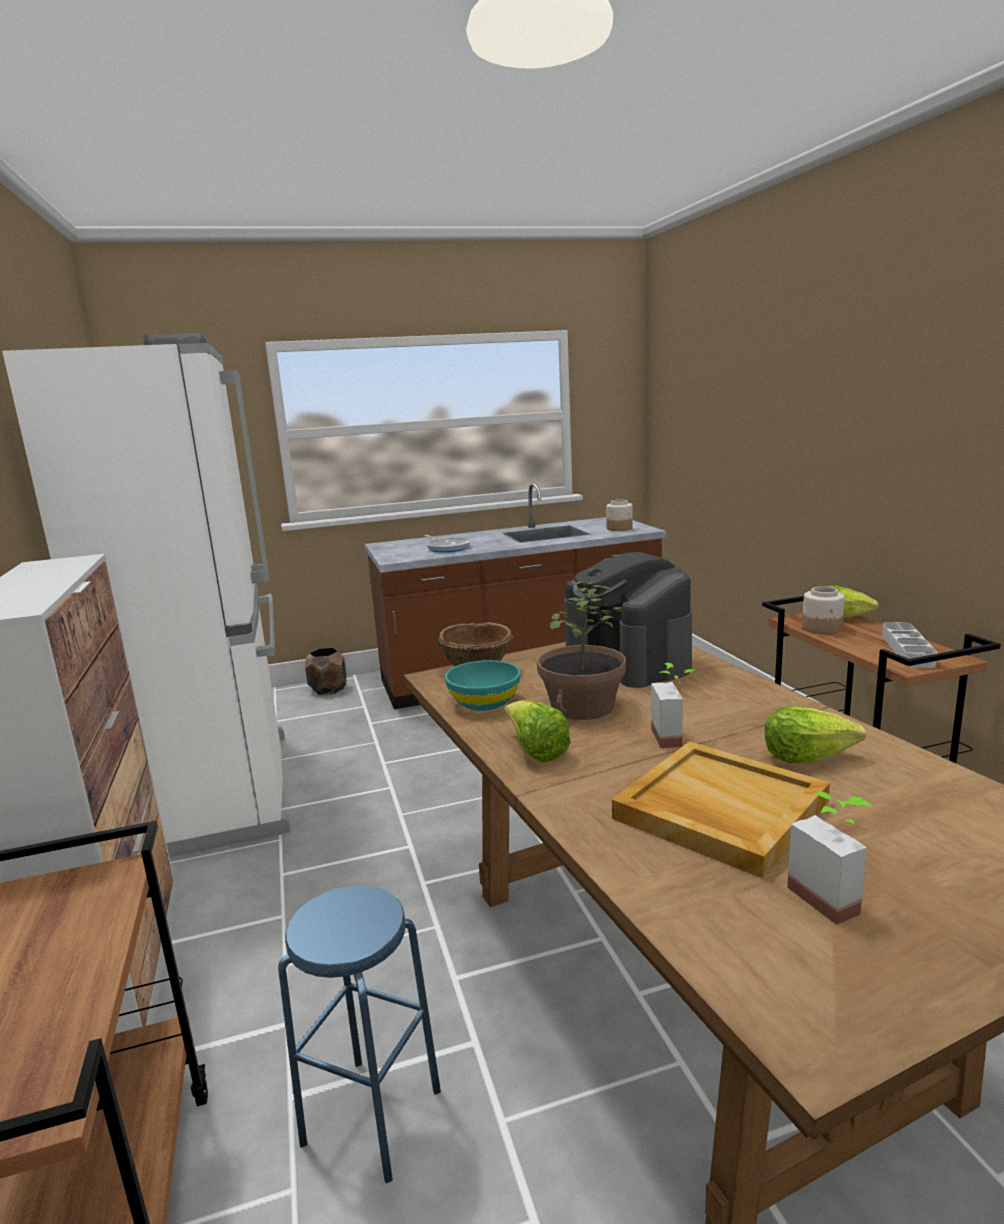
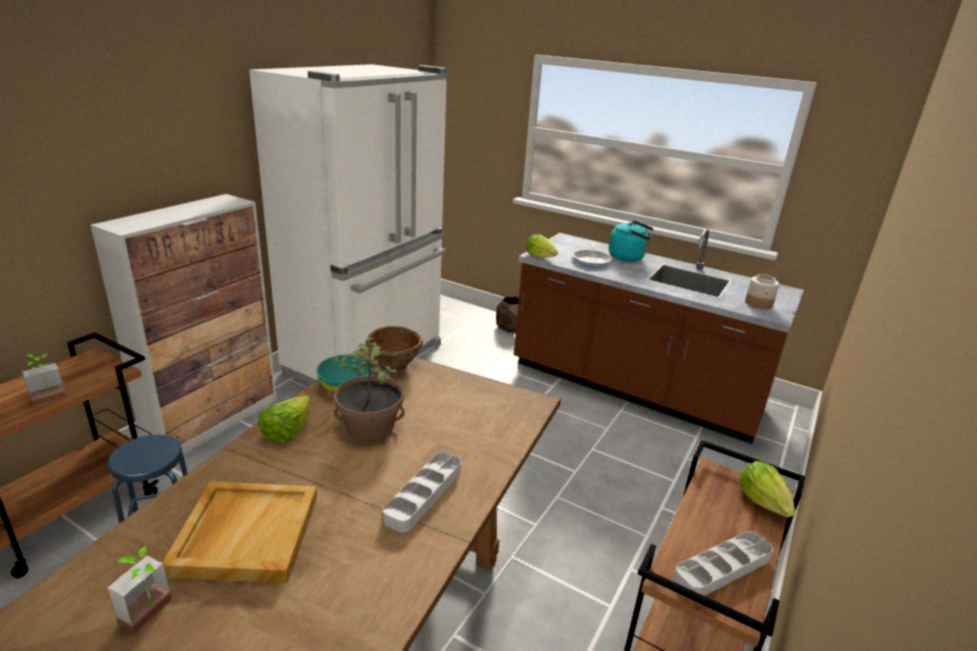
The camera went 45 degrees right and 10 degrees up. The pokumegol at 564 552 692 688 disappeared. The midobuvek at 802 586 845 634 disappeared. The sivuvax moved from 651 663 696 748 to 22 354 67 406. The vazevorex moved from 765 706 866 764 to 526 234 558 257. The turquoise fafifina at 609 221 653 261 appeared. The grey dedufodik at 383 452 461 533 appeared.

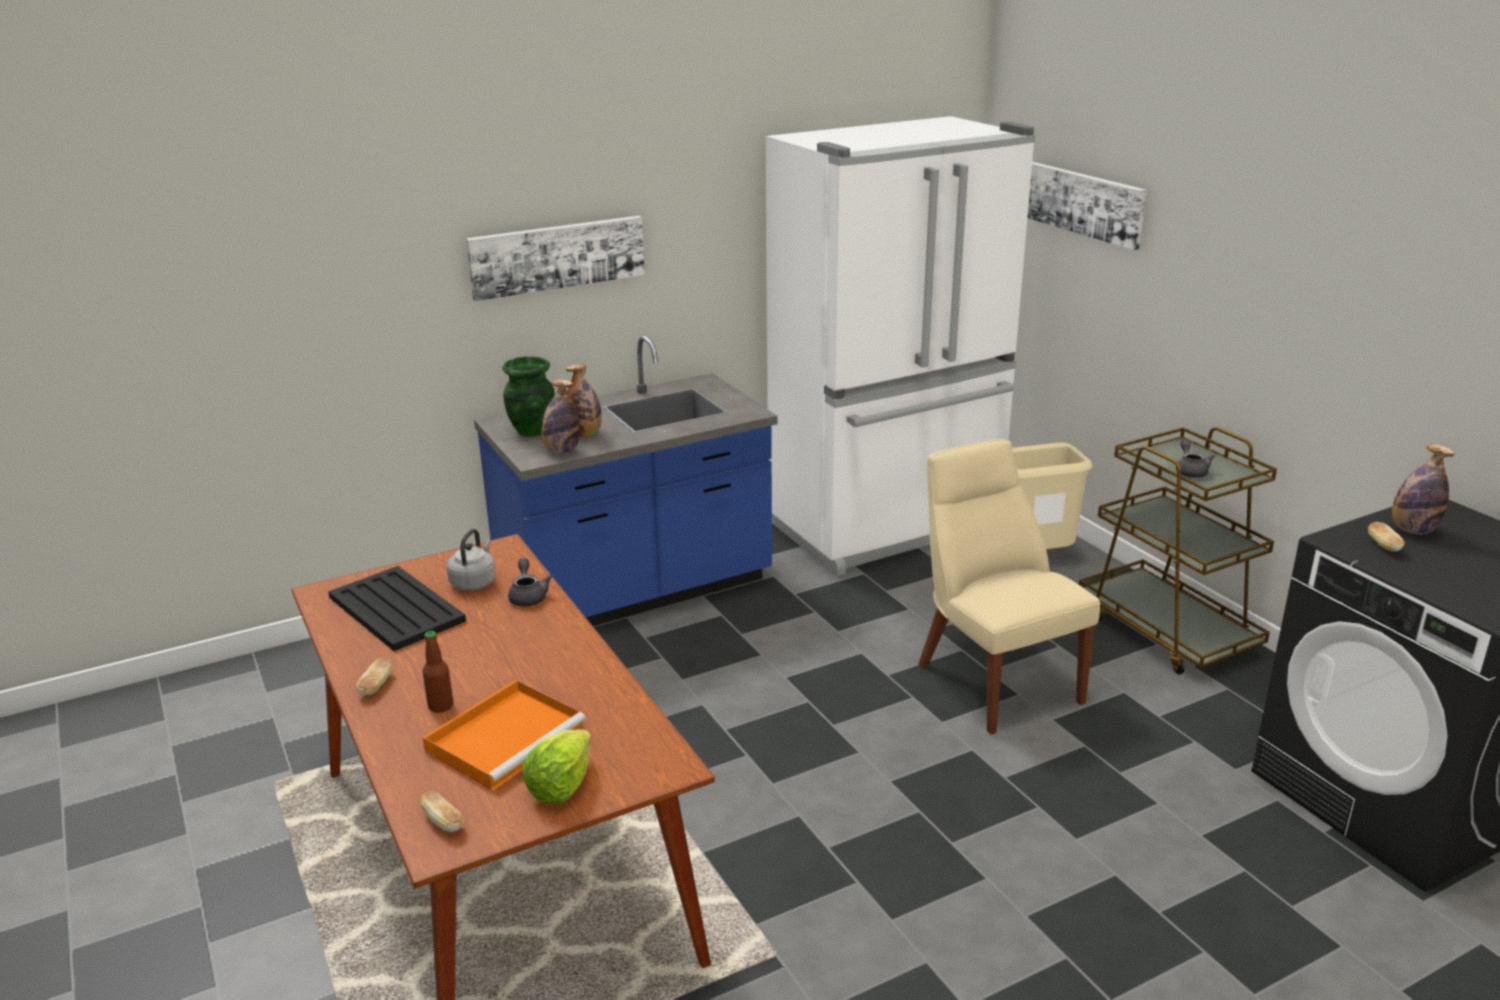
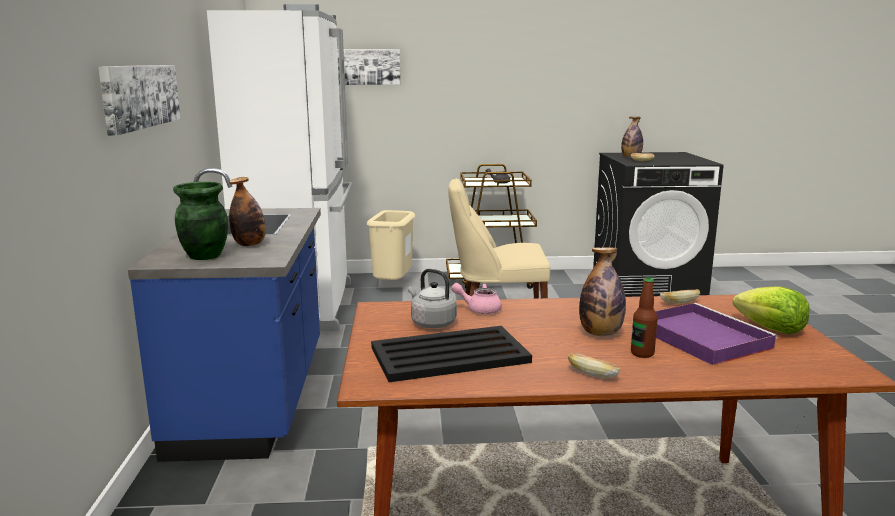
The camera went 65 degrees left and 10 degrees down. The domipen moved from 542 379 580 454 to 579 247 626 336. The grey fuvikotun at 508 558 553 607 became the pink fuvikotun at 451 283 502 314. The orange dedufodik at 423 680 586 790 became the purple dedufodik at 655 303 778 365. The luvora moved from 420 791 464 832 to 660 289 700 304.

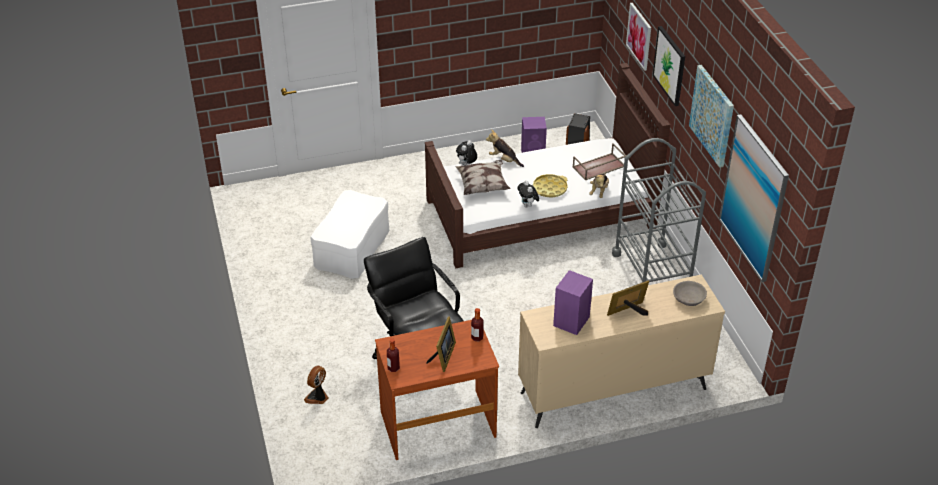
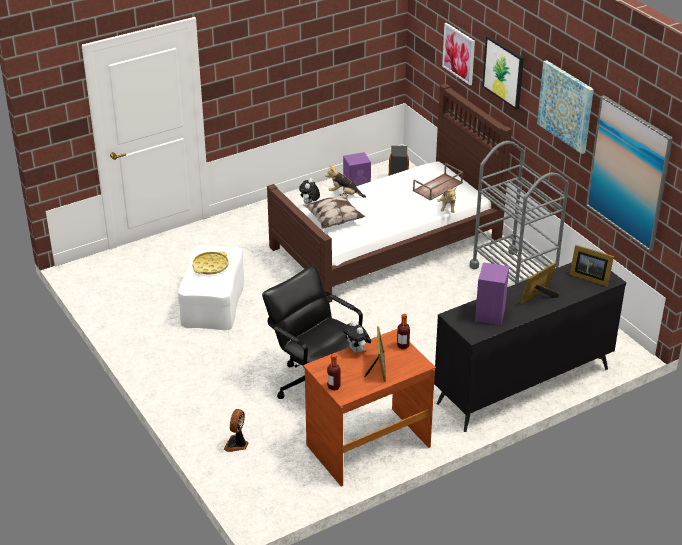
The camera went 15 degrees left and 5 degrees down. The yellow dedufodik moved from 533 174 568 197 to 192 251 229 275. The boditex moved from 517 181 539 207 to 343 321 371 353. The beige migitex at 518 274 725 428 became the black migitex at 434 262 626 432. The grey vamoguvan at 673 281 707 306 was replaced by the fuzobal at 570 245 614 287.

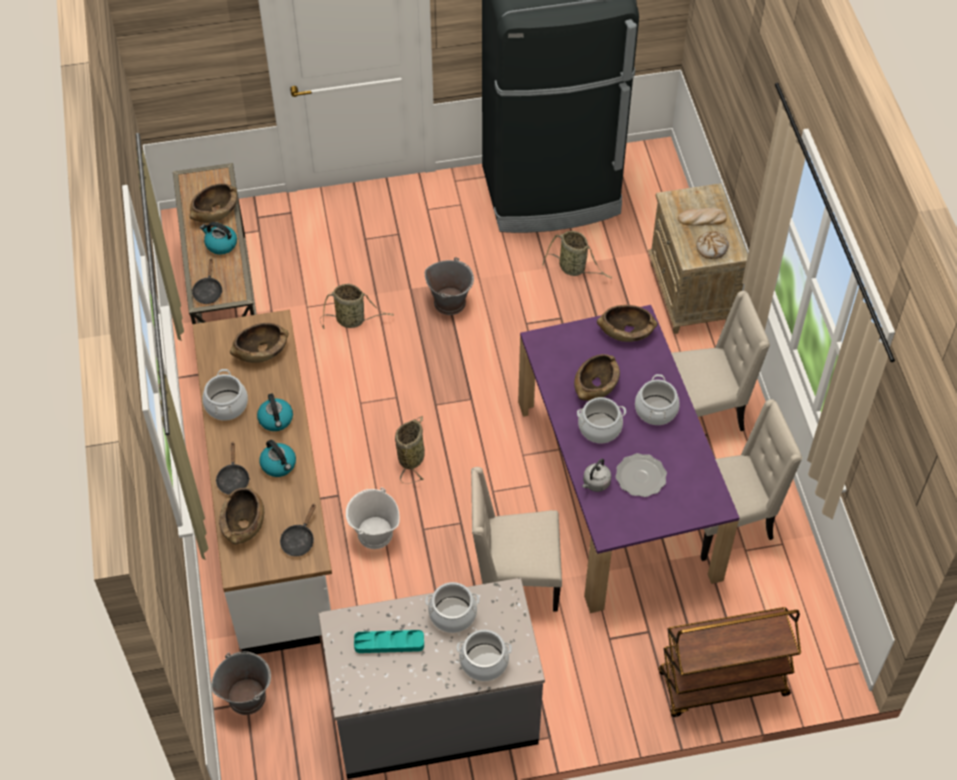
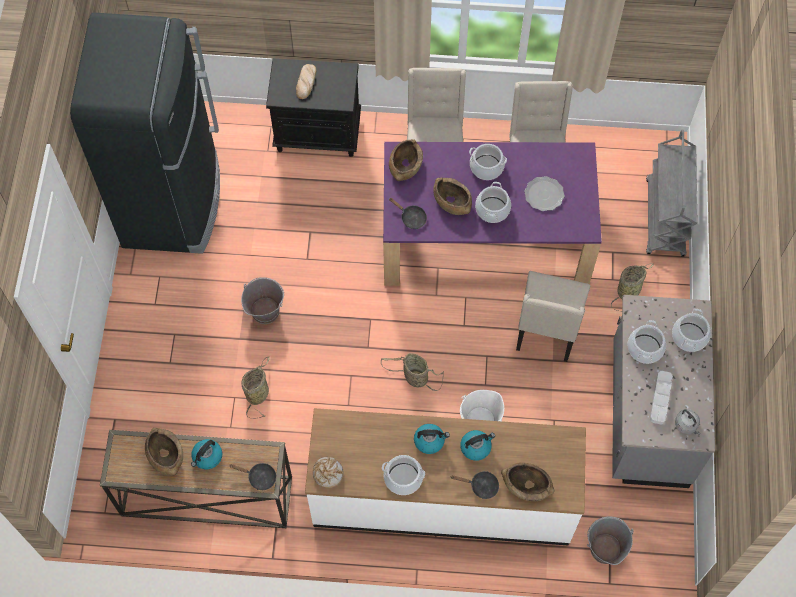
The camera went 75 degrees left and 10 degrees up. The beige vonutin at 648 183 748 334 became the black vonutin at 266 58 361 157. The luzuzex moved from 543 231 612 279 to 611 263 654 311. The luvora moved from 696 231 729 259 to 313 457 344 488. The brown vamoguvan at 230 323 289 363 disappeared. The grey fafifina moved from 582 459 611 492 to 675 409 701 435. The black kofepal moved from 280 504 316 556 to 389 198 427 229. The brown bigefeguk at 658 607 801 717 became the grey bigefeguk at 646 130 698 257. The turquoise dedufodik at 354 630 424 653 became the grey dedufodik at 650 371 673 425.

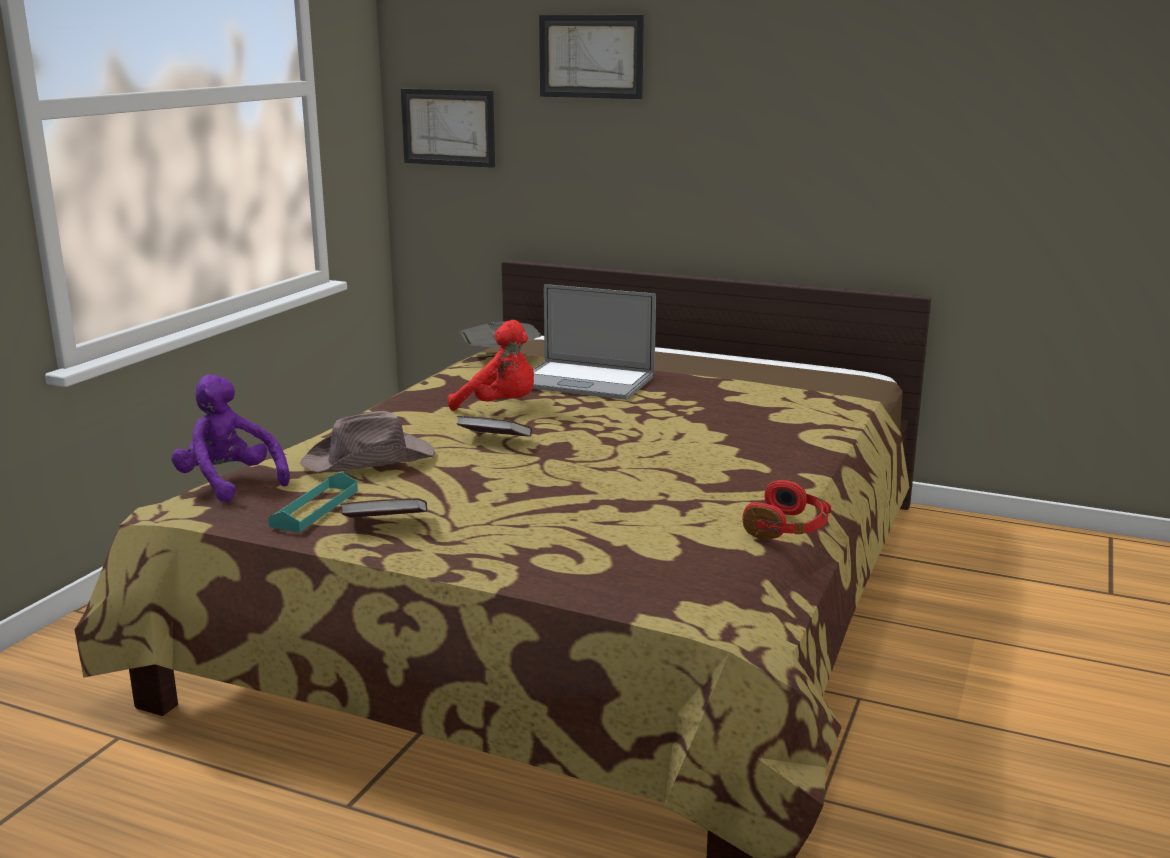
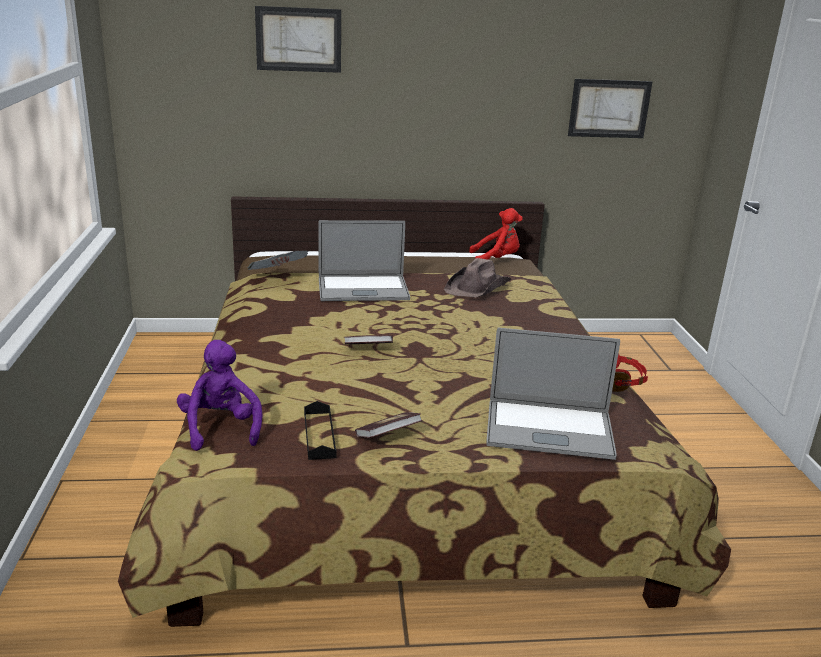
The camera went 30 degrees left and 5 degrees up. The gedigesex moved from 401 89 495 168 to 568 79 652 138. The red boditex moved from 448 320 534 411 to 469 208 523 260. The purple boditex at 171 374 290 503 turned 60 degrees clockwise. The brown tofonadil moved from 300 411 435 473 to 444 258 512 297. The turquoise dedufodik at 268 472 358 532 became the black dedufodik at 304 401 336 460. The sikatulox at 486 328 620 460 appeared.

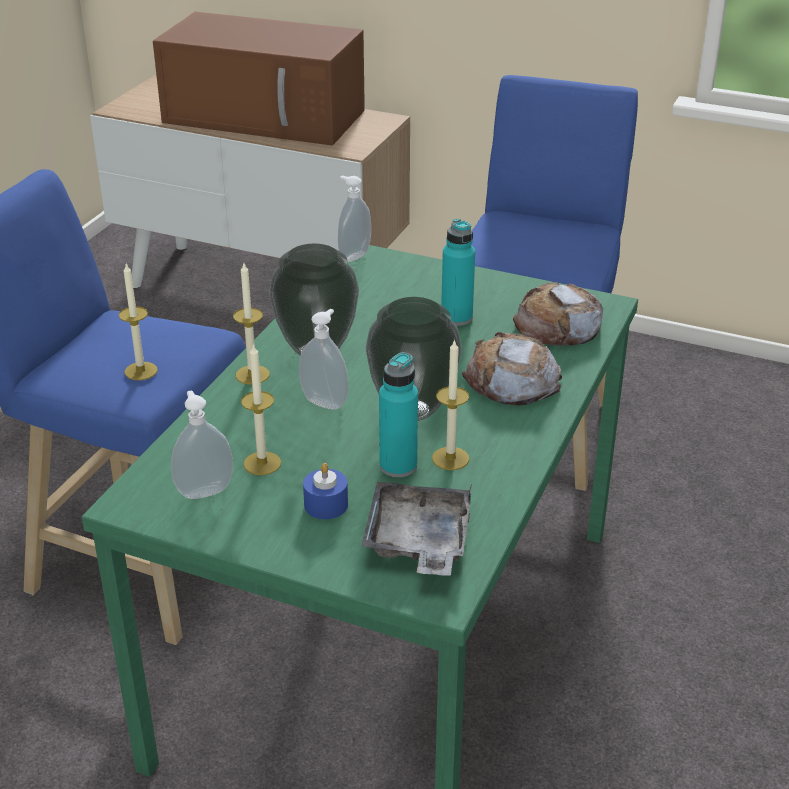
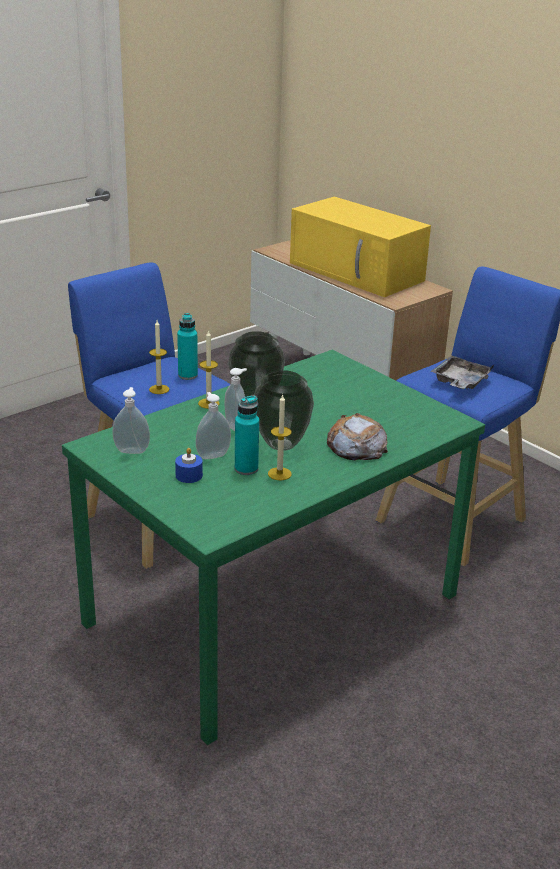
The camera went 25 degrees right and 5 degrees down. The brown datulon at 153 12 365 146 became the yellow datulon at 290 197 431 297. The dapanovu moved from 338 176 371 262 to 196 392 231 459. The turquoise domipen moved from 441 219 475 326 to 177 313 198 380. The luvora at 513 282 603 346 disappeared. The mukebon at 241 344 281 475 disappeared. The grey dedufodik moved from 361 481 472 576 to 430 356 494 389.

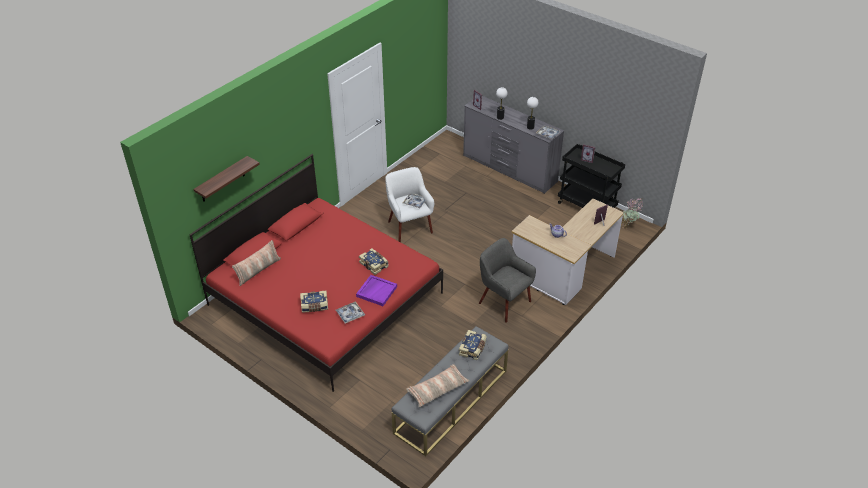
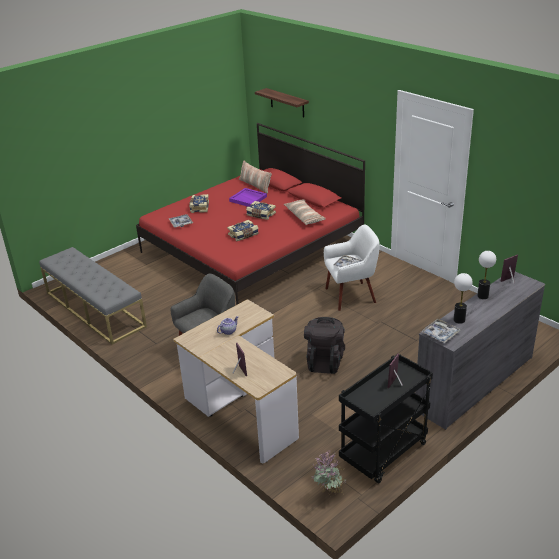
The camera went 100 degrees right and 10 degrees down. The purple dedufodik moved from 356 275 397 306 to 229 188 267 207. The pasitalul moved from 459 330 487 360 to 246 201 276 220. The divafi moved from 406 364 469 407 to 284 199 326 225. The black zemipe at 304 317 345 374 appeared.

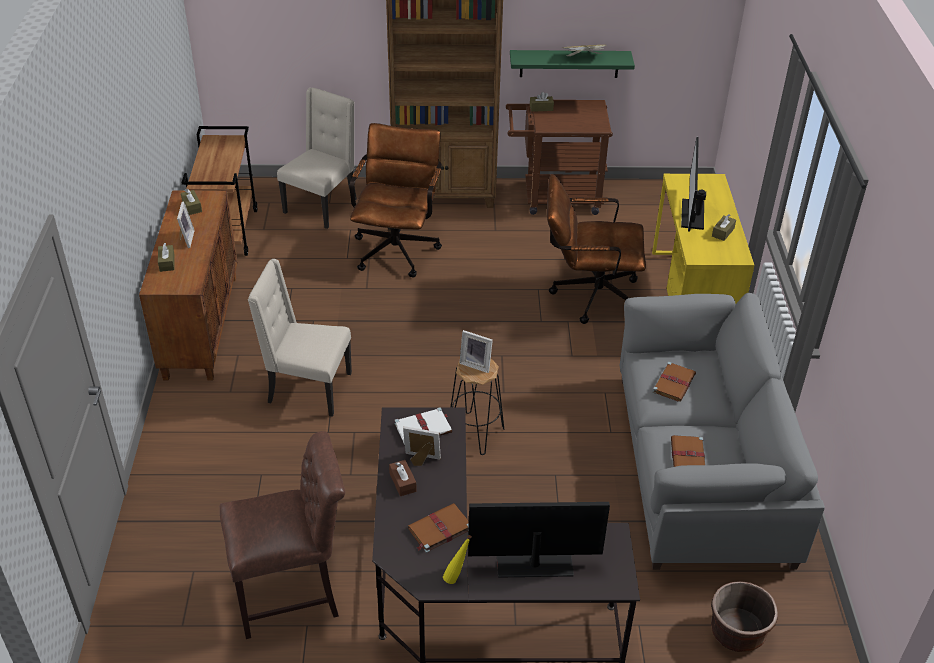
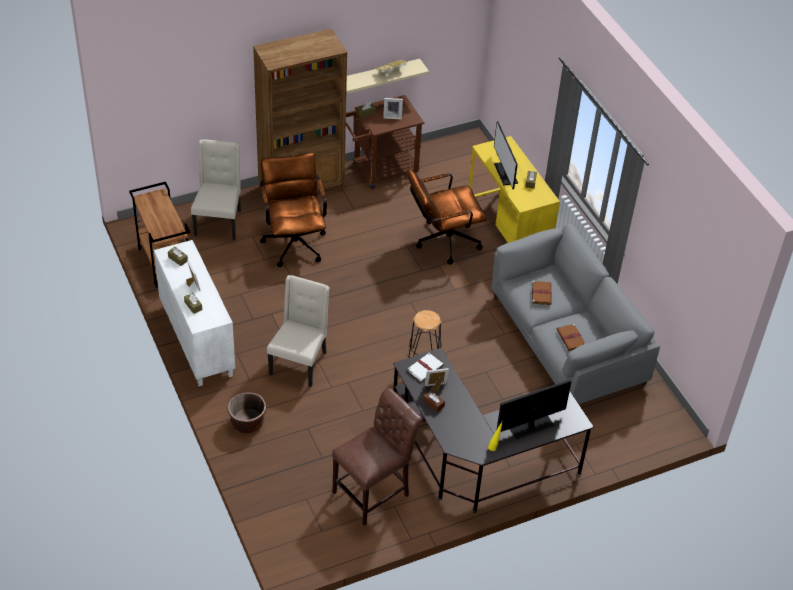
The camera went 25 degrees left and 5 degrees up. The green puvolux at 510 50 635 78 became the beige puvolux at 346 59 429 94. The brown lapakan at 139 190 238 381 became the white lapakan at 154 240 235 386. The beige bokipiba at 248 259 352 417 turned 120 degrees clockwise. The fuzobal moved from 459 330 493 373 to 383 98 403 119. The brown pasitalul at 408 503 469 553 disappeared. The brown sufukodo moved from 711 581 778 652 to 228 392 267 433.

